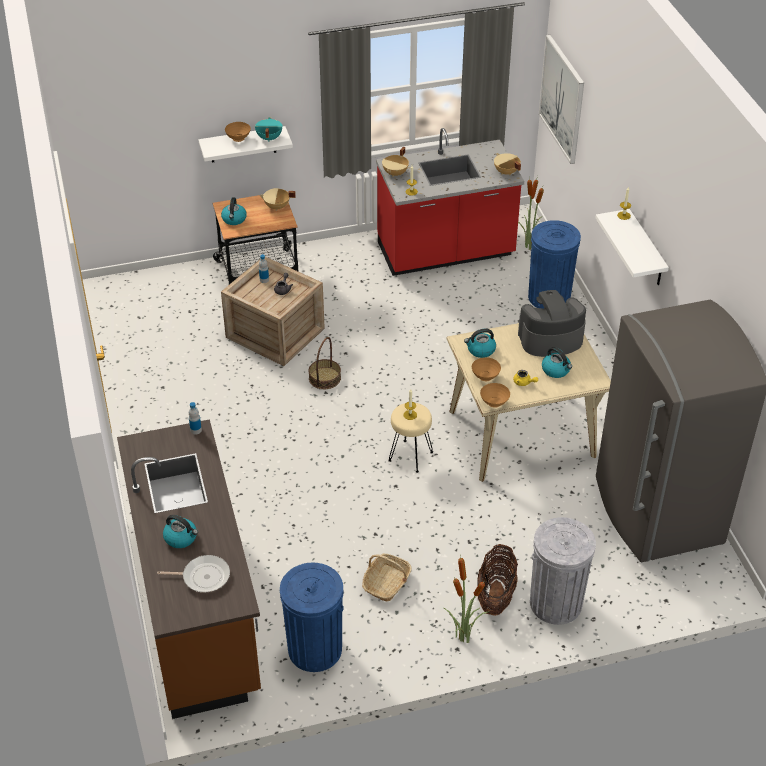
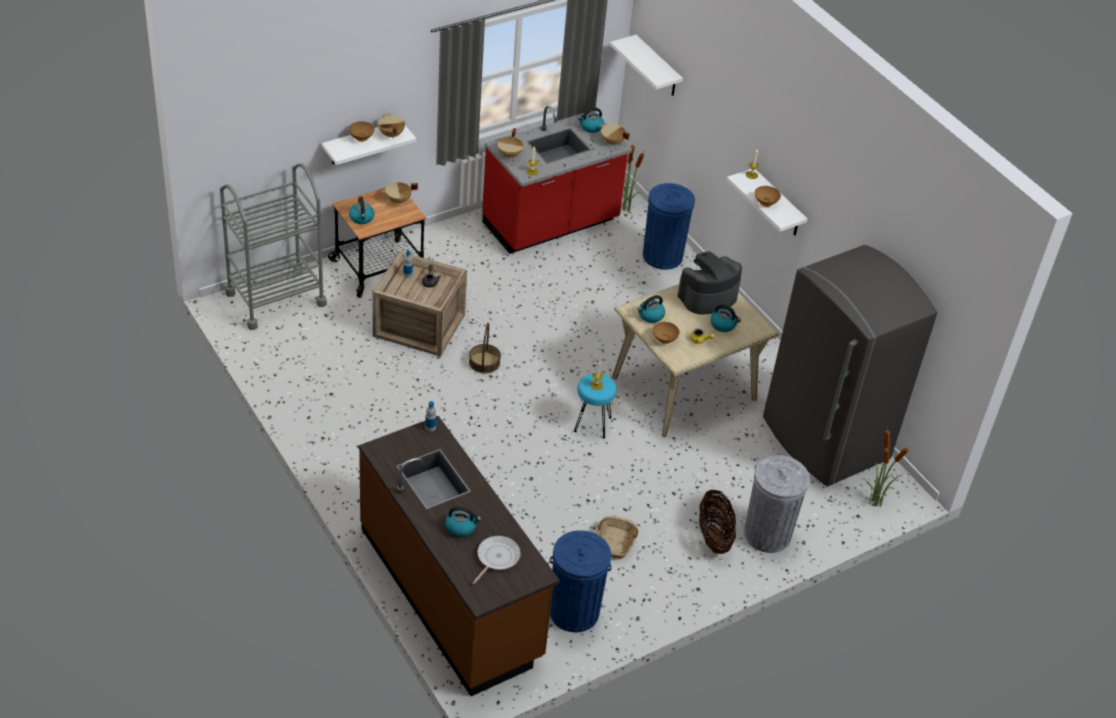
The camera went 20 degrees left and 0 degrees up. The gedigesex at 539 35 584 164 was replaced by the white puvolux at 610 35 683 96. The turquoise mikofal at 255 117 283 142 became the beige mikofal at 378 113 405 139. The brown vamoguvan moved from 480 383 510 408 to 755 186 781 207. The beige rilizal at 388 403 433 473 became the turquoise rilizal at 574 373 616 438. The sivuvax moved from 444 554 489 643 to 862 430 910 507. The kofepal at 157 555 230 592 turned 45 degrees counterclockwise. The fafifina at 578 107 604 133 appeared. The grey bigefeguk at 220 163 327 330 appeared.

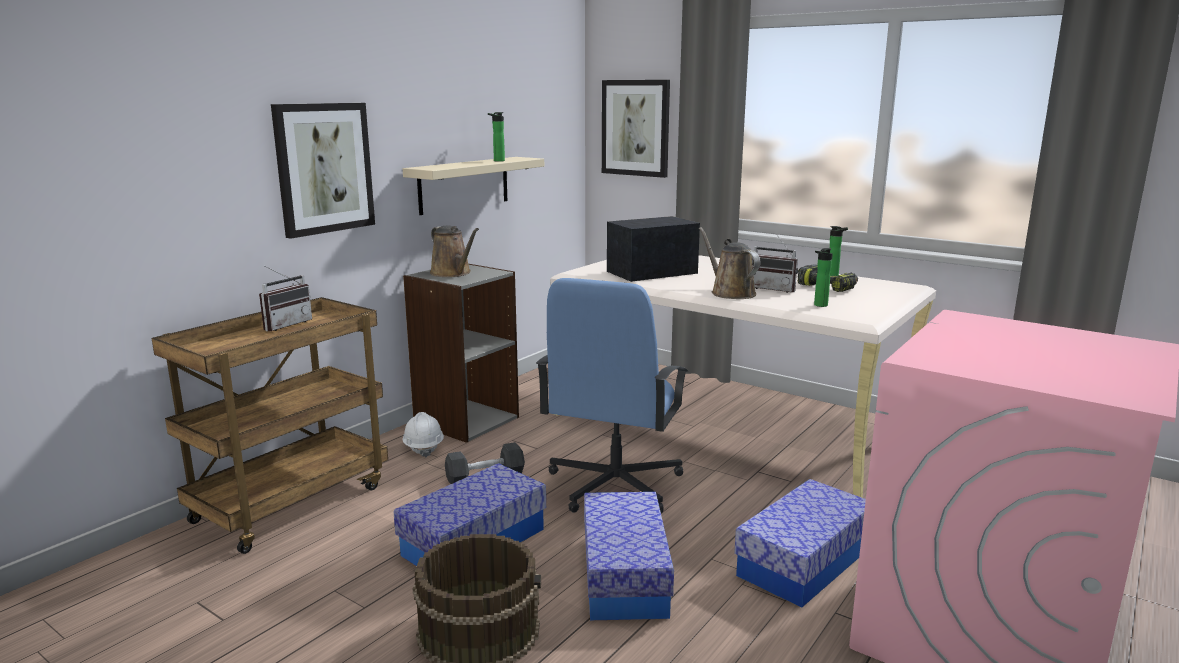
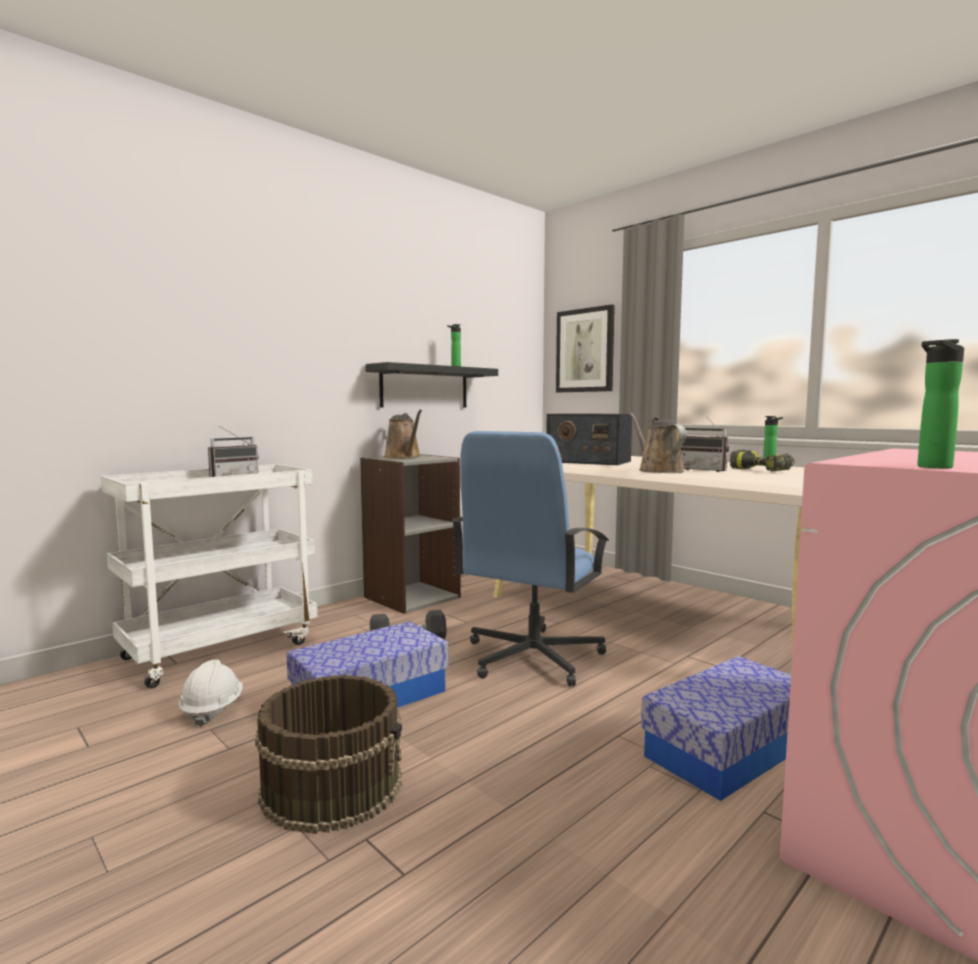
The camera went 10 degrees right and 10 degrees down. The gedigesex at 271 103 375 239 disappeared. The beige puvolux at 403 157 544 215 became the black puvolux at 365 362 498 407. The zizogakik at 607 216 700 282 turned 135 degrees counterclockwise. The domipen moved from 814 248 833 307 to 917 339 964 469. The brown bigefeguk at 152 297 388 554 became the white bigefeguk at 101 464 318 688. The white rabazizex moved from 402 412 444 457 to 179 659 243 727. The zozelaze at 584 492 674 620 disappeared.

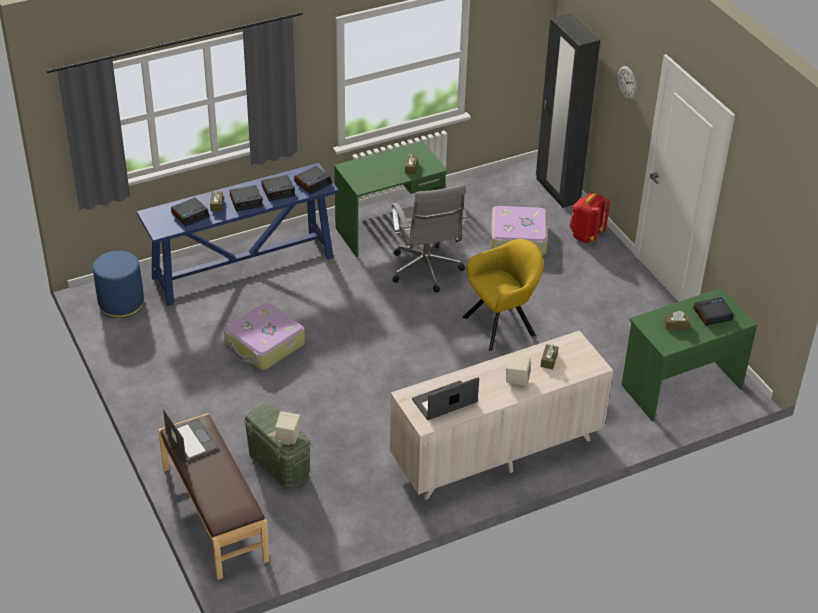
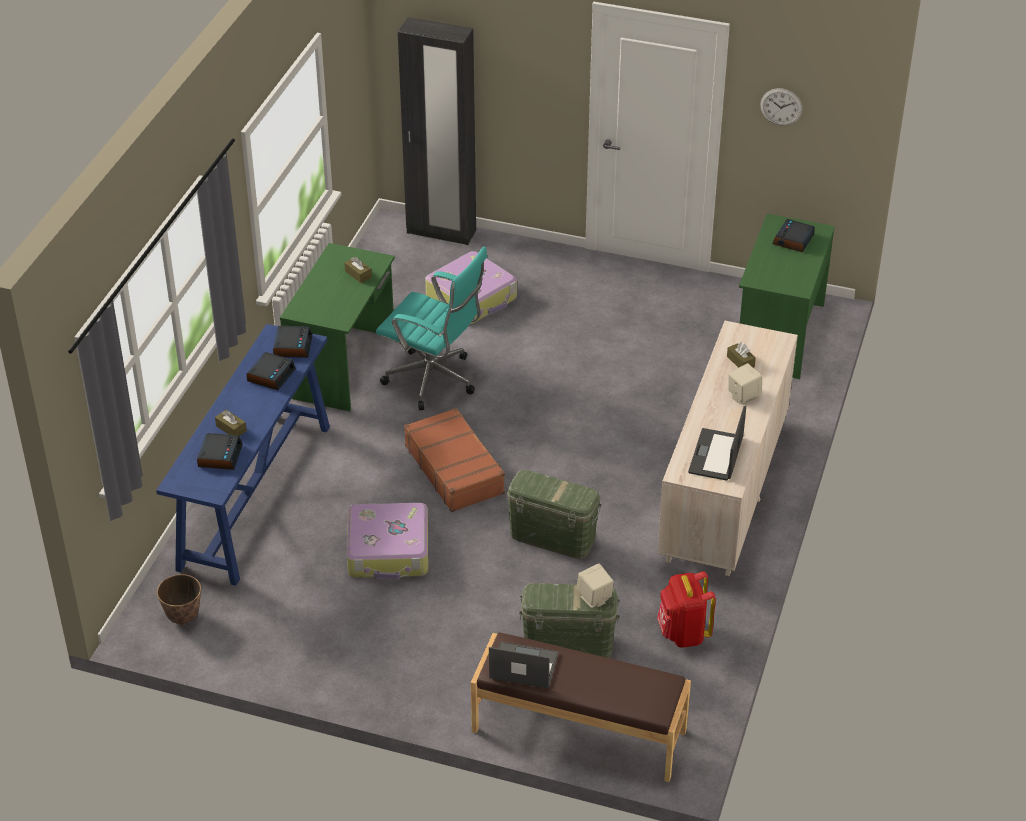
The camera went 45 degrees left and 0 degrees up. The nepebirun moved from 618 66 637 100 to 760 88 802 126. The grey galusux at 392 184 468 293 became the turquoise galusux at 376 246 487 410. The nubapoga at 229 185 263 211 disappeared. The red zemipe moved from 569 193 610 243 to 657 571 716 648. The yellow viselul at 463 239 544 351 disappeared. The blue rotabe at 93 251 144 318 was replaced by the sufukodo at 157 574 201 626. The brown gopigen at 665 311 690 331 disappeared. The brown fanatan at 404 408 505 512 appeared. The green zozelaze at 506 470 602 559 appeared.

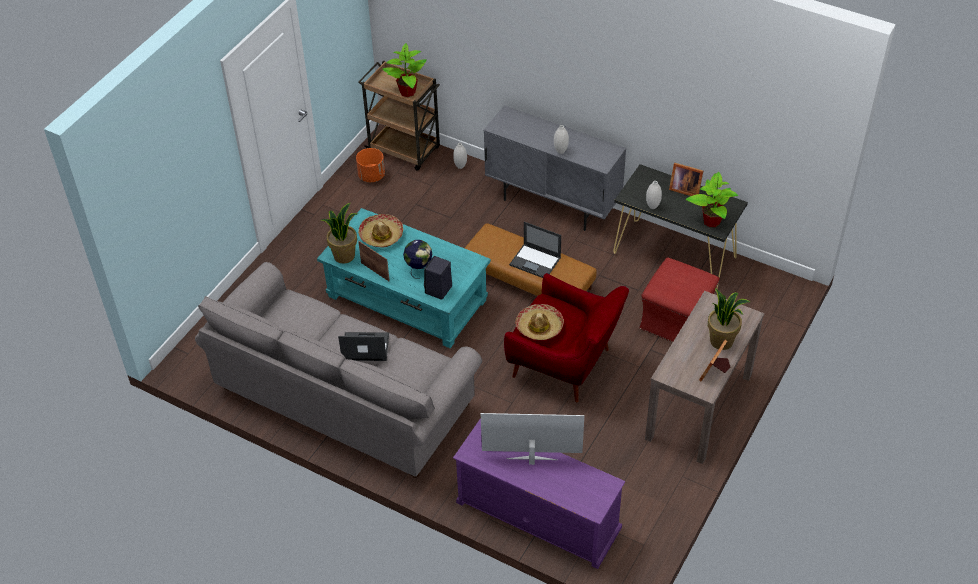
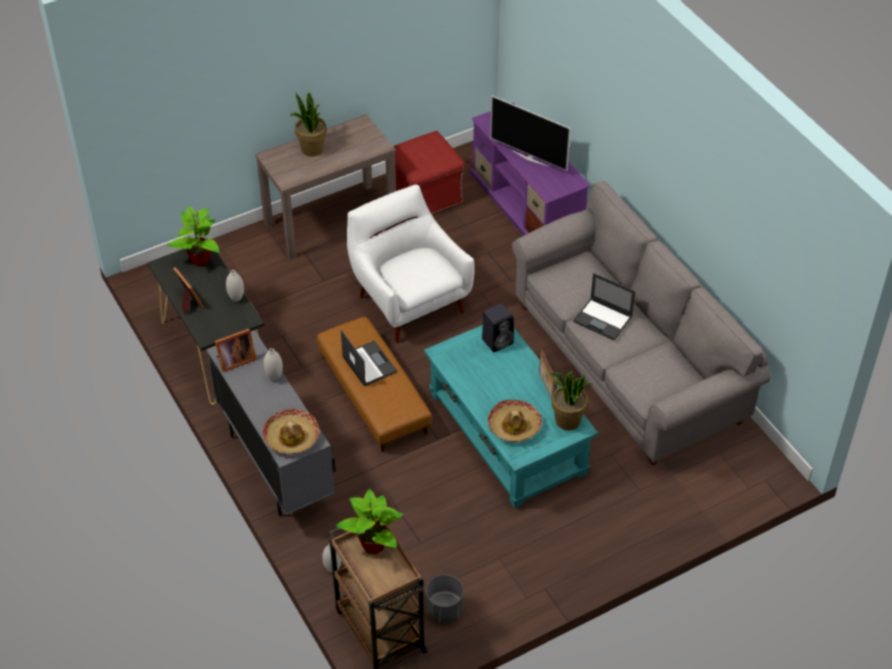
The camera went 150 degrees left and 0 degrees up. The orange sufukodo at 356 148 385 182 became the grey sufukodo at 426 575 464 623. The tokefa at 403 240 433 279 disappeared. The red rotabe moved from 639 257 719 342 to 393 131 465 214. The red viselul at 504 273 629 402 became the white viselul at 347 185 475 343. The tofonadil moved from 515 304 564 340 to 262 409 319 454. The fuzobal moved from 699 340 730 382 to 215 329 257 372.

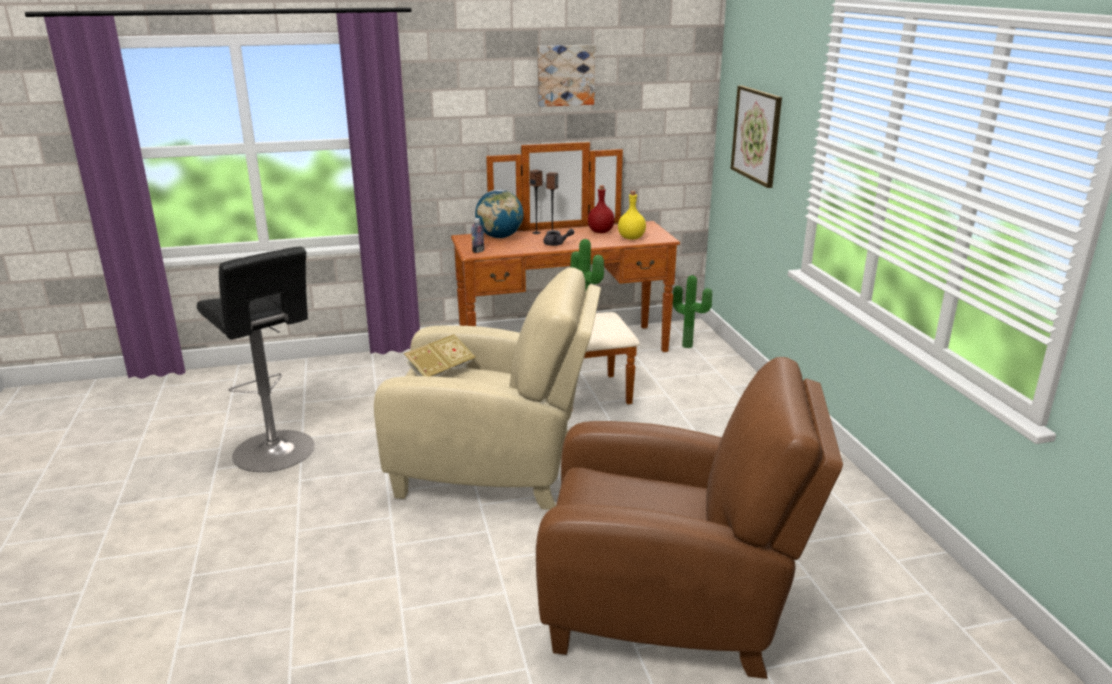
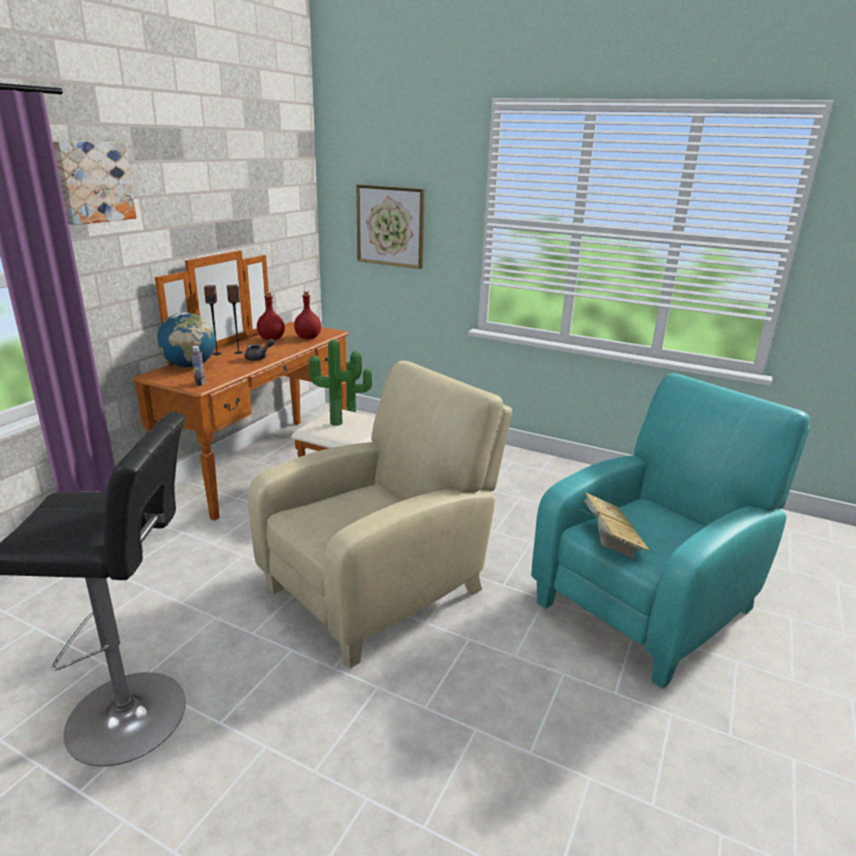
The camera went 50 degrees left and 0 degrees up. The gedigesex moved from 537 45 595 107 to 53 141 136 225. The yellow domipen at 618 191 646 240 became the red domipen at 294 291 321 339. The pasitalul moved from 404 334 476 377 to 584 492 650 559. The brown viselul at 536 357 843 679 became the turquoise viselul at 531 373 810 688.

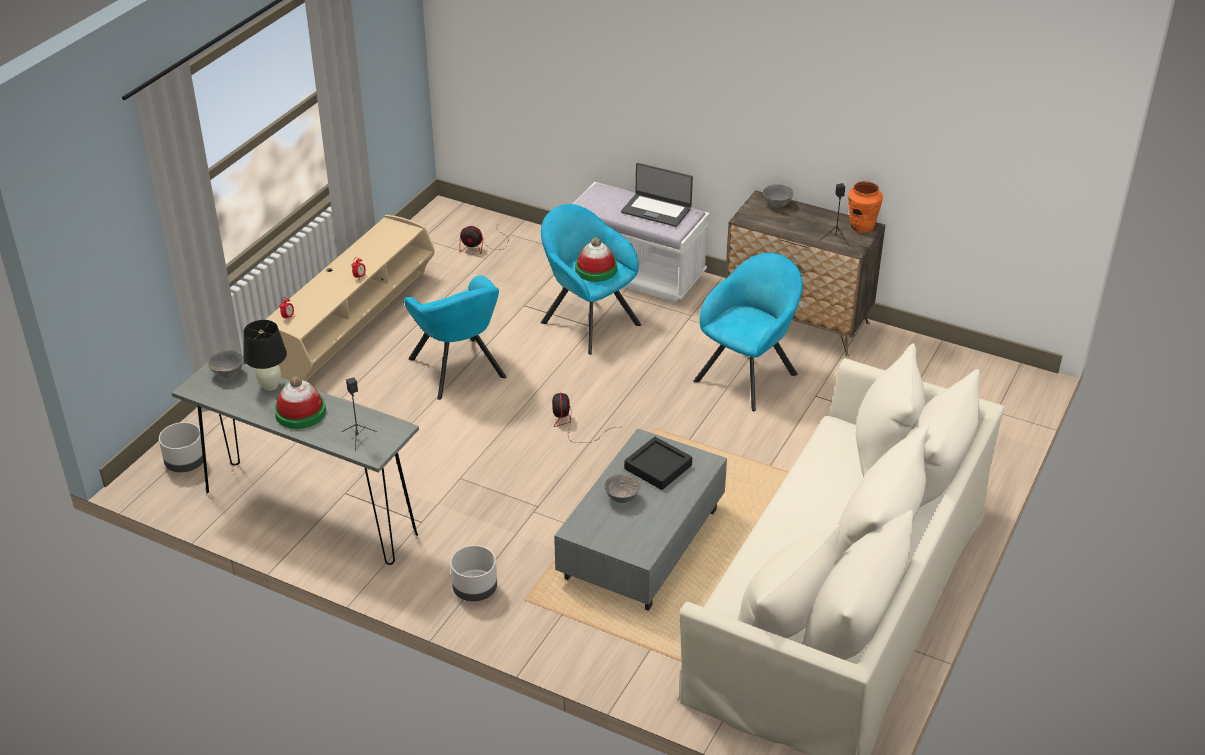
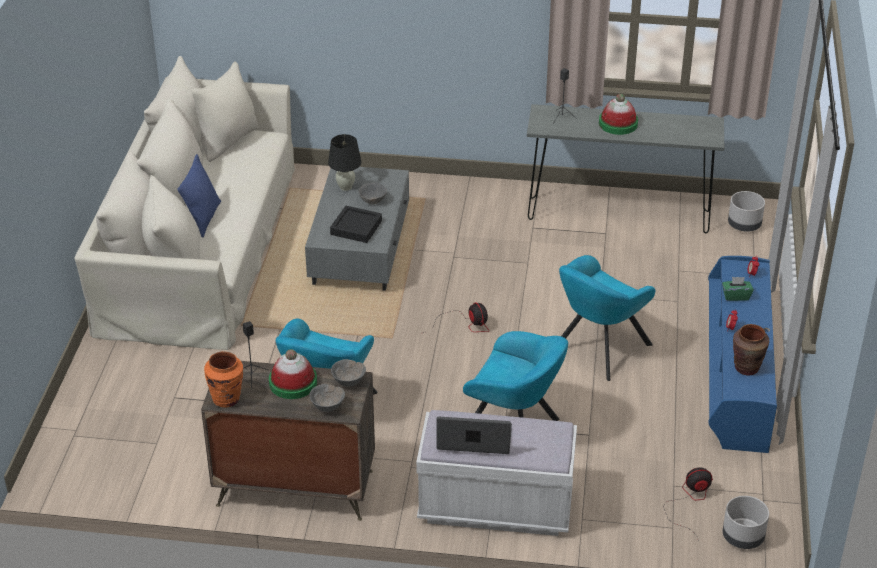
The camera went 160 degrees right and 0 degrees up. The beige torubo at 265 215 435 381 became the blue torubo at 708 256 777 453. The tofonadil moved from 575 237 617 282 to 269 349 317 399. The turquoise viselul at 404 275 506 400 turned 90 degrees counterclockwise. The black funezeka moved from 243 320 287 391 to 328 134 361 191. The grey vamoguvan moved from 208 350 244 378 to 331 359 366 387. The grey sufukodo moved from 450 545 497 602 to 723 496 769 549. The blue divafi at 177 155 221 238 appeared. The green gopigen at 722 277 754 301 appeared. The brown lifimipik at 733 324 769 376 appeared.

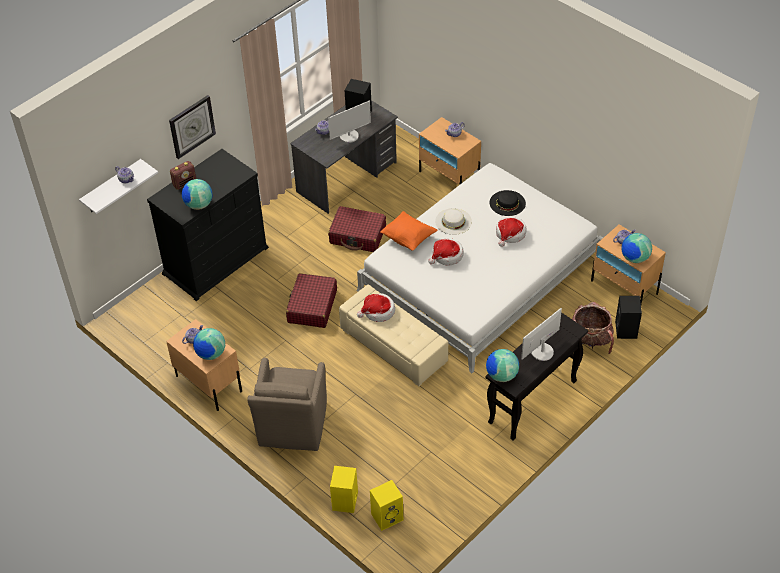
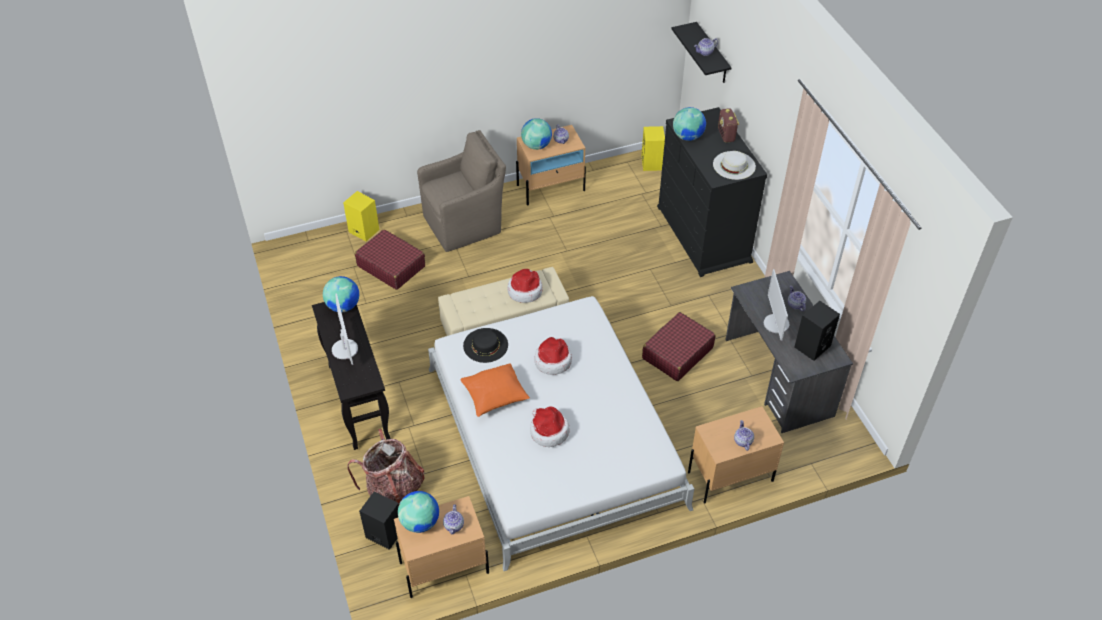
The camera went 115 degrees right and 0 degrees up. The nepebirun at 169 95 216 159 disappeared. The white puvolux at 79 159 158 214 became the black puvolux at 671 22 732 83. The black tofonadil moved from 490 190 526 216 to 463 328 508 363. The white tofonadil moved from 435 208 472 235 to 713 151 756 180. The orange divafi moved from 380 211 438 251 to 460 363 530 417. The red fanatan moved from 286 273 337 328 to 355 229 425 290. The brown viselul at 247 358 327 451 turned 120 degrees clockwise. The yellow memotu moved from 370 480 403 531 to 641 126 665 171.

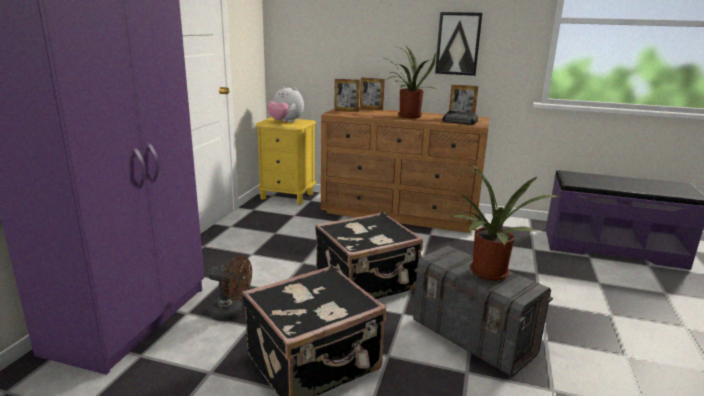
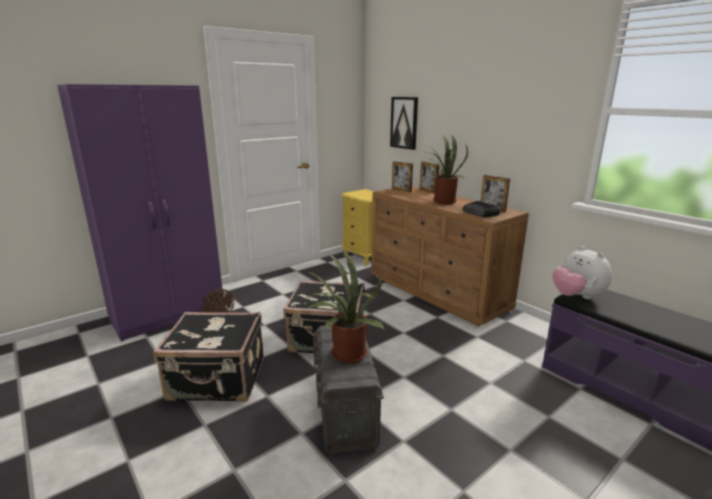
The camera went 35 degrees right and 0 degrees up. The gedigesex moved from 435 12 482 76 to 390 97 418 150. The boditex moved from 267 86 304 123 to 552 246 612 299.

